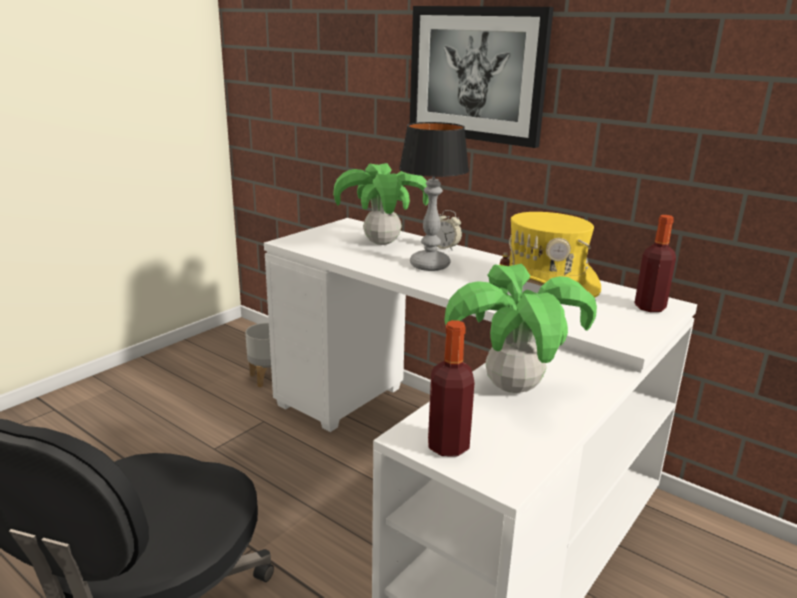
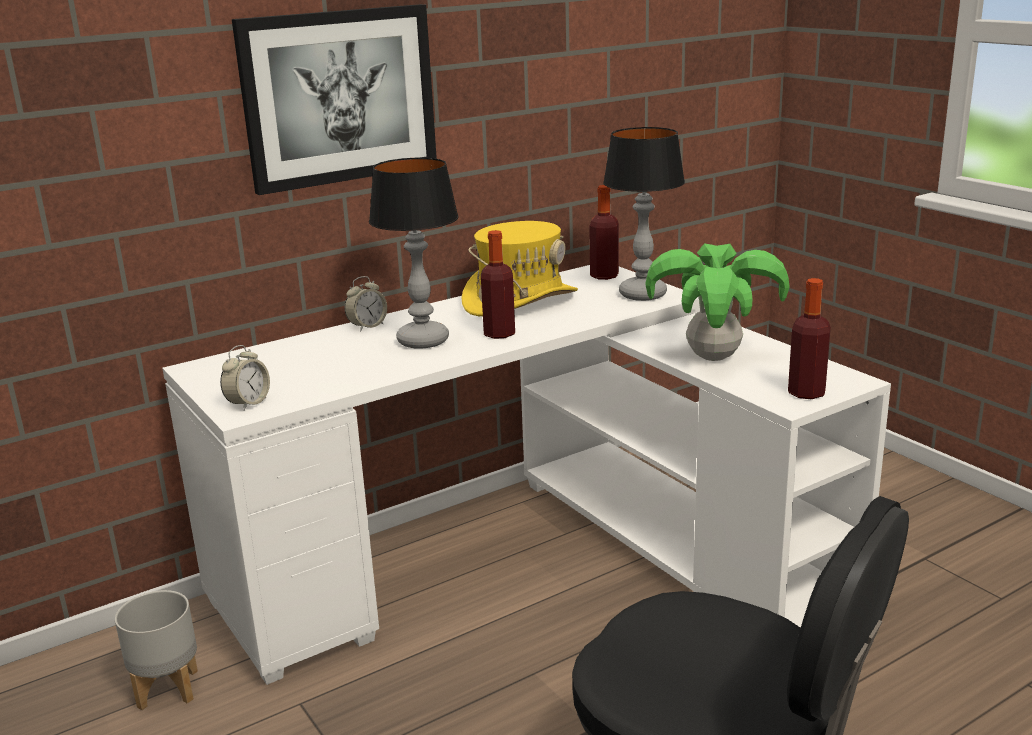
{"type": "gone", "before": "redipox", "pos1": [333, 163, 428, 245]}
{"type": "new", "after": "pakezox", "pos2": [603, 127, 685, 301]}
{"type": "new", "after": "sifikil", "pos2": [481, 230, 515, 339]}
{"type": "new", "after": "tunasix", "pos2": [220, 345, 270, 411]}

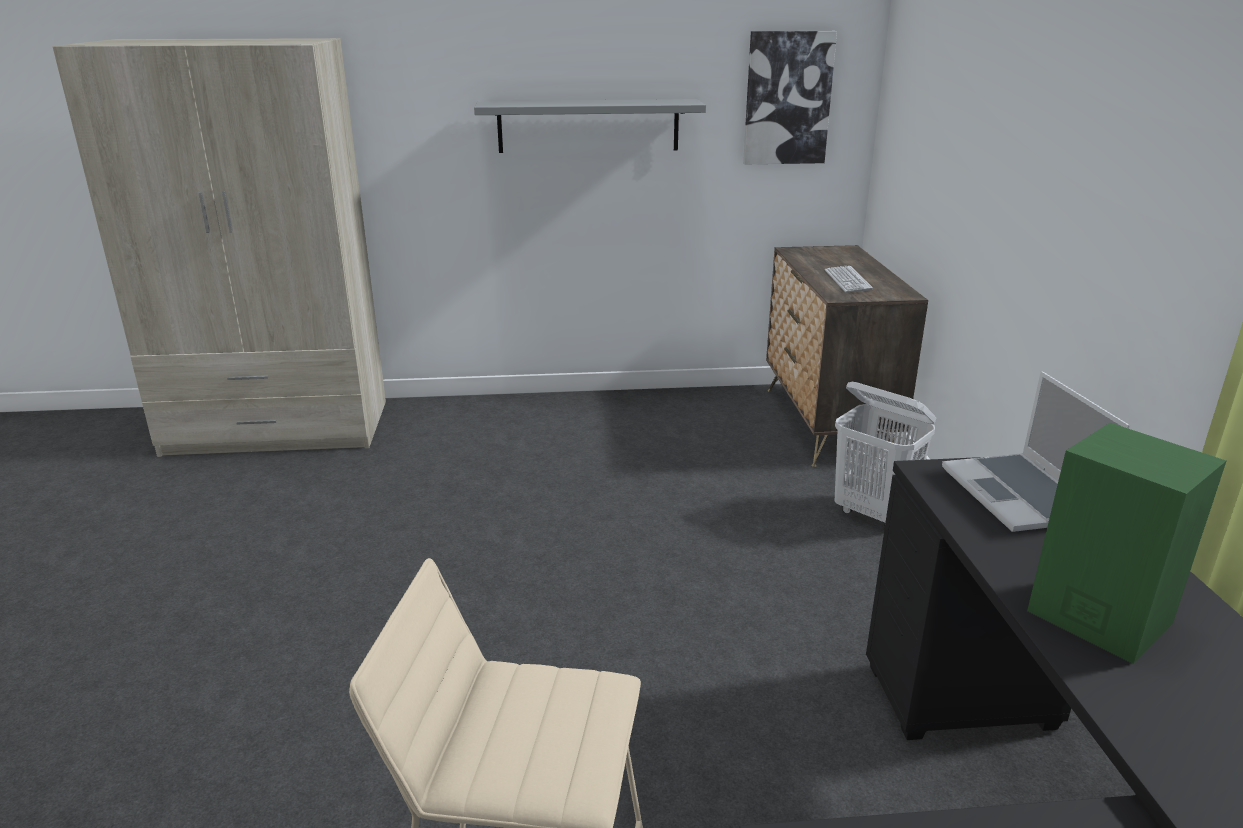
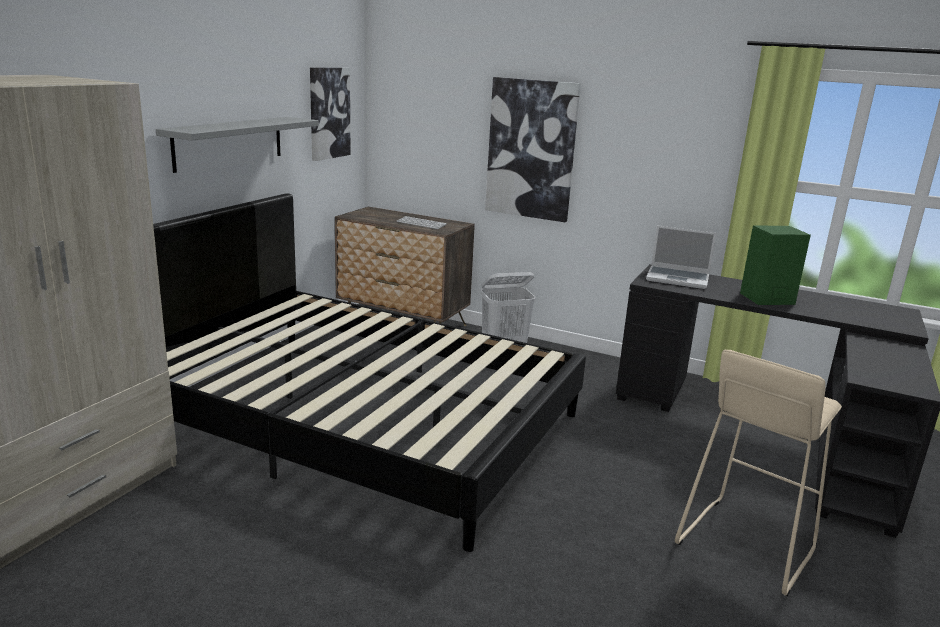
{"type": "new", "after": "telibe", "pos2": [485, 77, 581, 222]}
{"type": "new", "after": "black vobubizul", "pos2": [153, 193, 586, 552]}

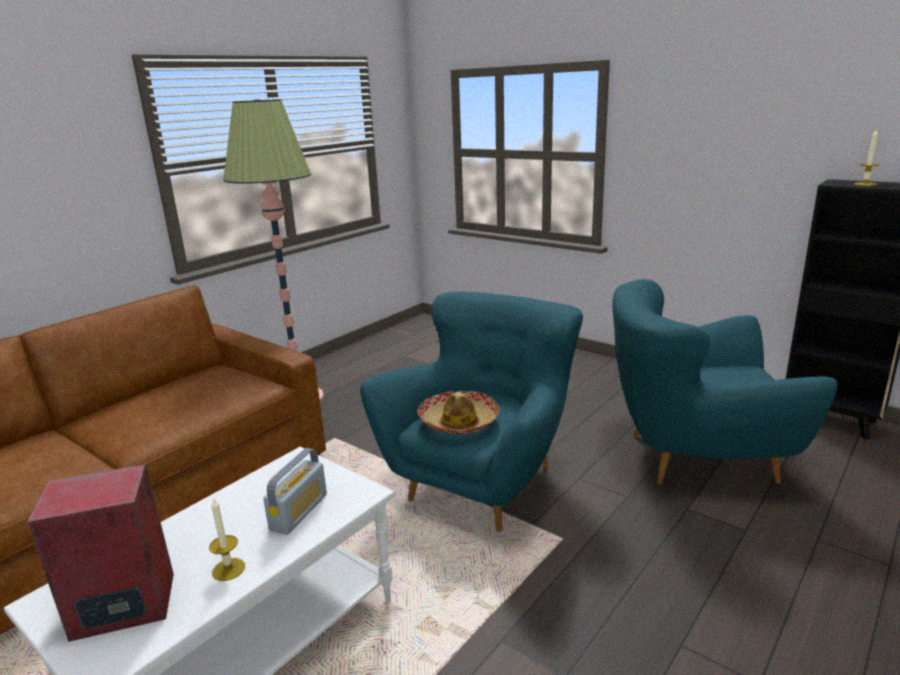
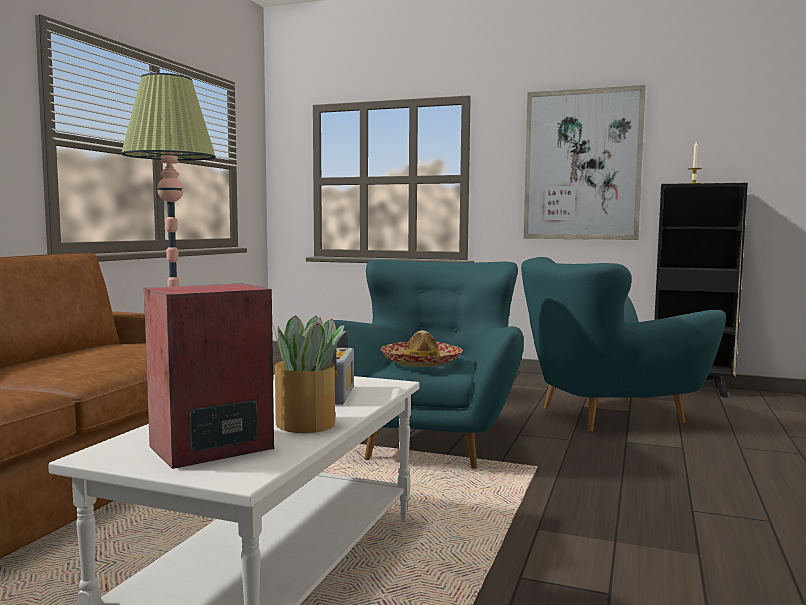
{"type": "swapped", "before": "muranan", "after": "redipox", "pos1": [209, 497, 245, 581], "pos2": [272, 315, 344, 433]}
{"type": "new", "after": "telibe", "pos2": [524, 85, 646, 240]}

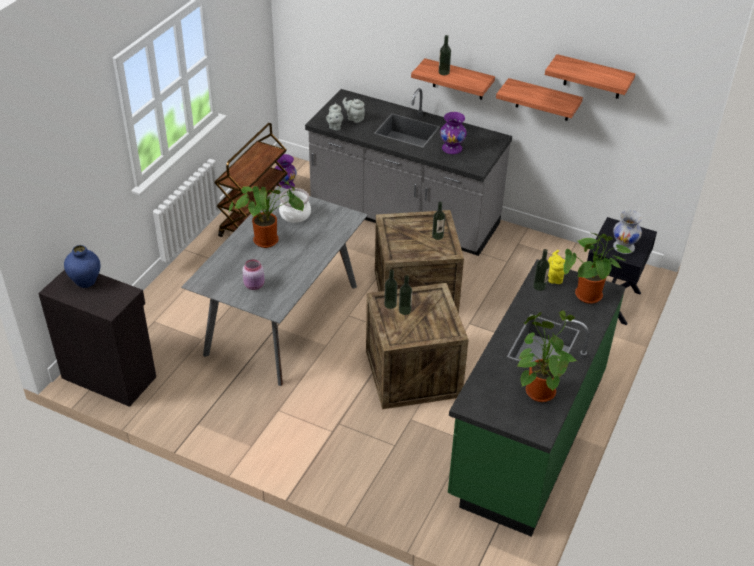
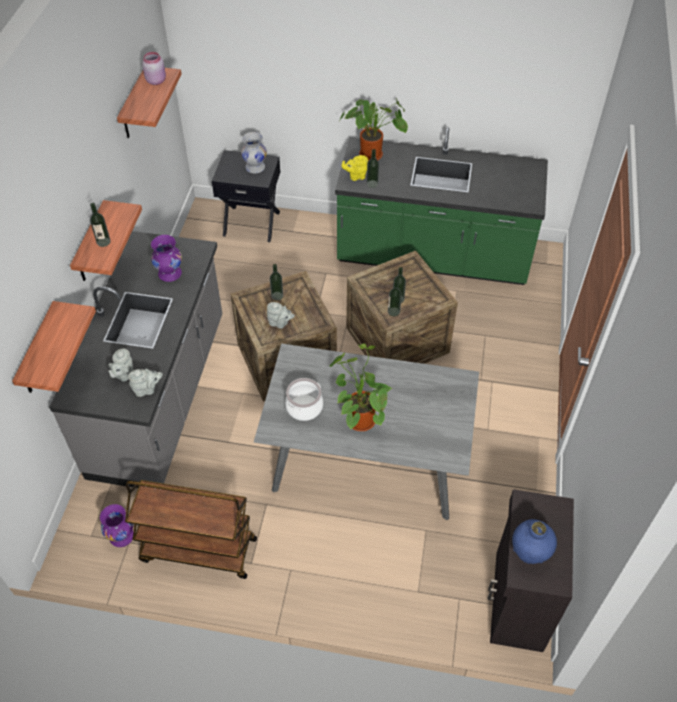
{"type": "shifted", "before": "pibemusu", "pos1": [496, 78, 583, 121], "pos2": [12, 301, 96, 393]}
{"type": "shifted", "before": "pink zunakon", "pos1": [242, 259, 265, 290], "pos2": [142, 52, 166, 85]}
{"type": "gone", "before": "redipox", "pos1": [518, 310, 577, 402]}
{"type": "new", "after": "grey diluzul", "pos2": [267, 302, 295, 329]}

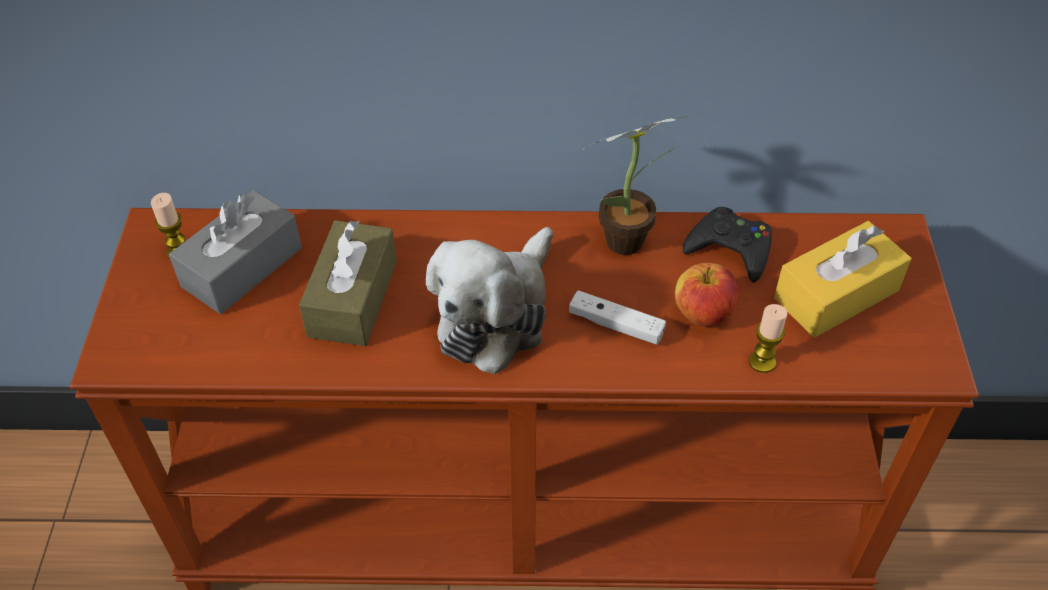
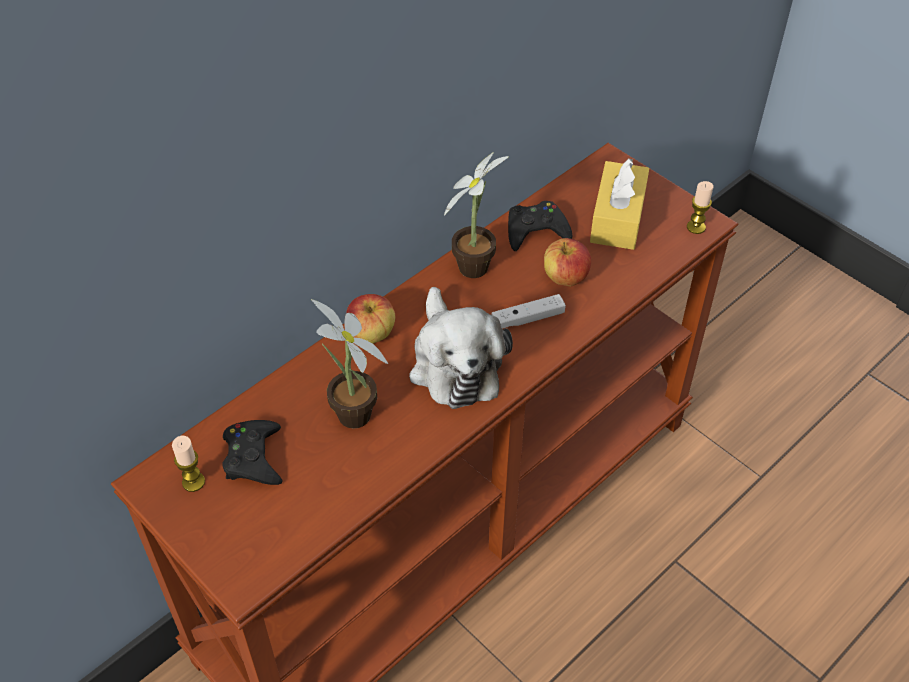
{"type": "swapped", "before": "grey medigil", "after": "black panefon", "pos1": [169, 190, 302, 314], "pos2": [222, 420, 282, 485]}
{"type": "swapped", "before": "brown medigil", "after": "redipox", "pos1": [299, 220, 397, 346], "pos2": [311, 299, 388, 429]}
{"type": "shifted", "before": "muranan", "pos1": [749, 304, 787, 373], "pos2": [687, 181, 714, 234]}
{"type": "new", "after": "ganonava", "pos2": [346, 294, 395, 343]}

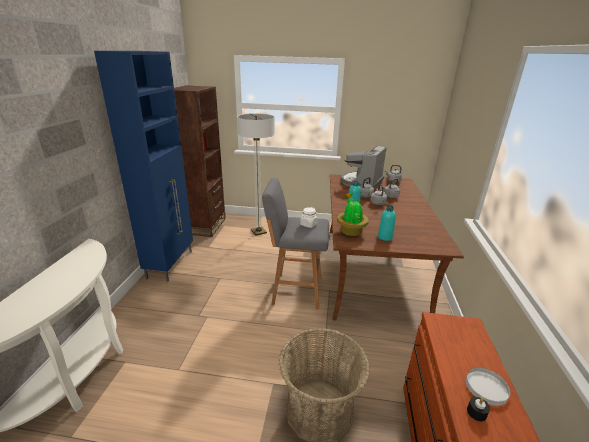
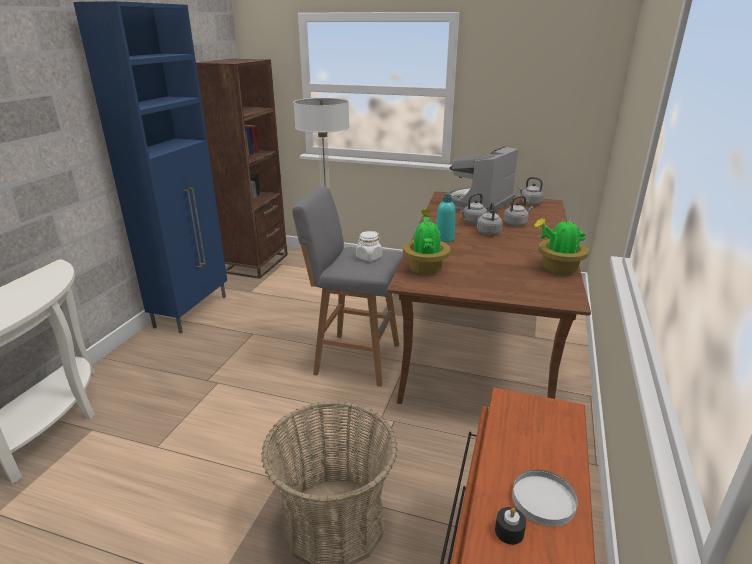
{"type": "gone", "before": "turquoise sifikil", "pos1": [378, 205, 396, 241]}
{"type": "new", "after": "redipox", "pos2": [534, 218, 589, 274]}

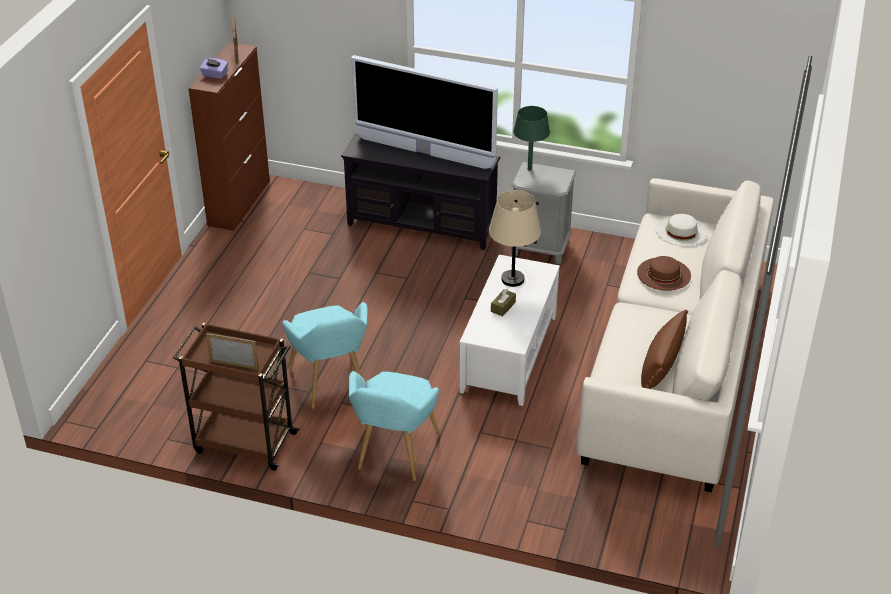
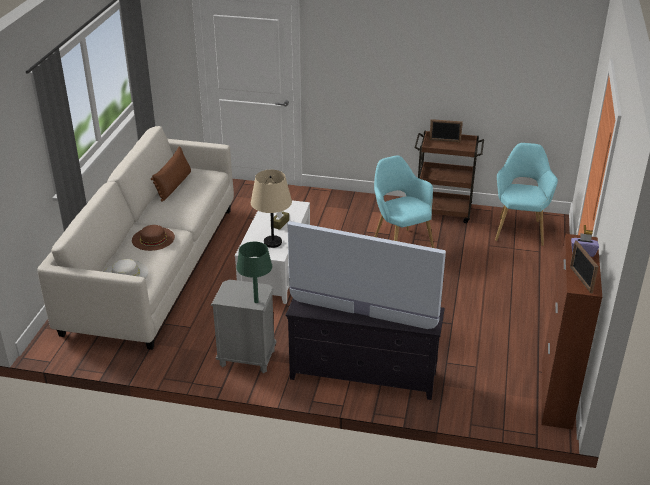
{"type": "shifted", "before": "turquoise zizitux", "pos1": [349, 371, 440, 481], "pos2": [495, 143, 558, 246]}

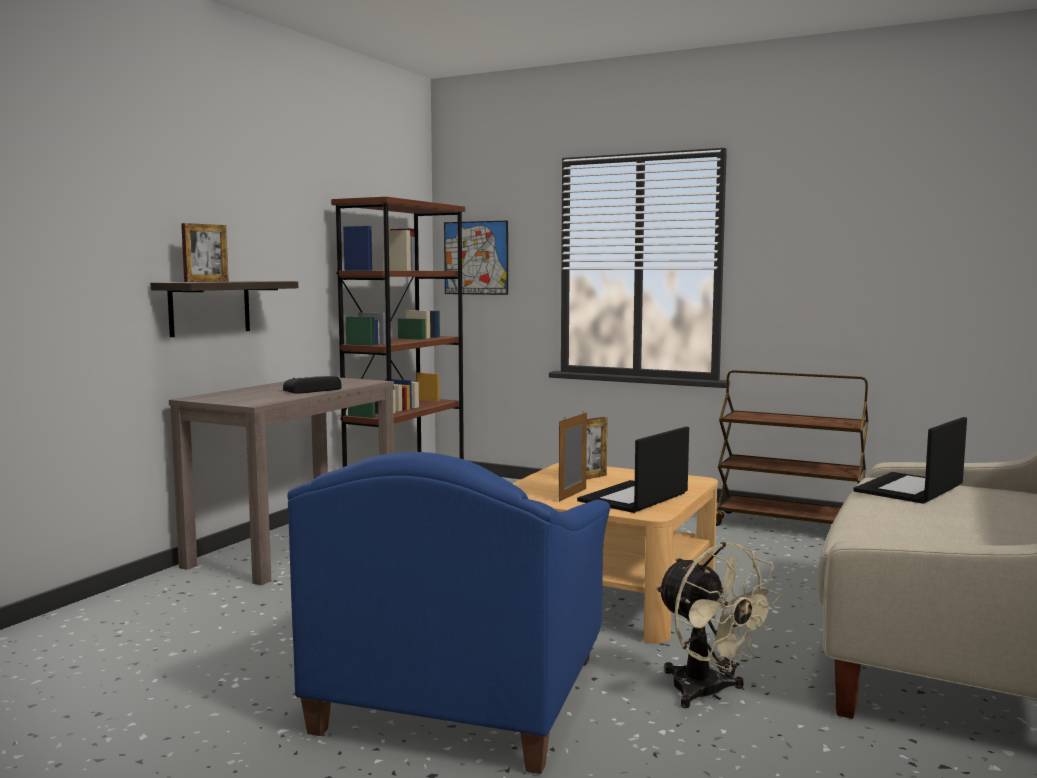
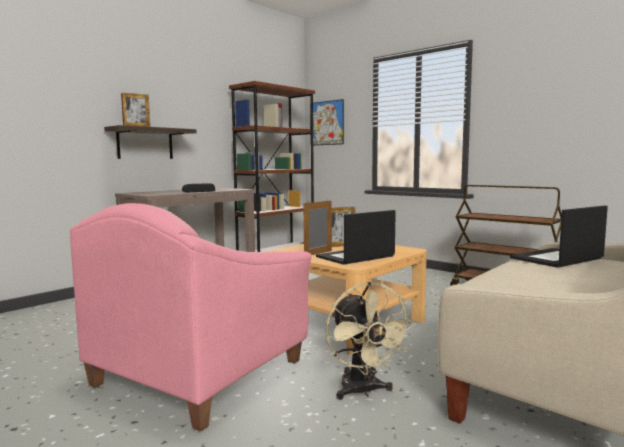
{"type": "repainted", "before": "blue zizitux", "after": "pink zizitux", "pos1": [287, 452, 610, 774], "pos2": [70, 203, 312, 432]}

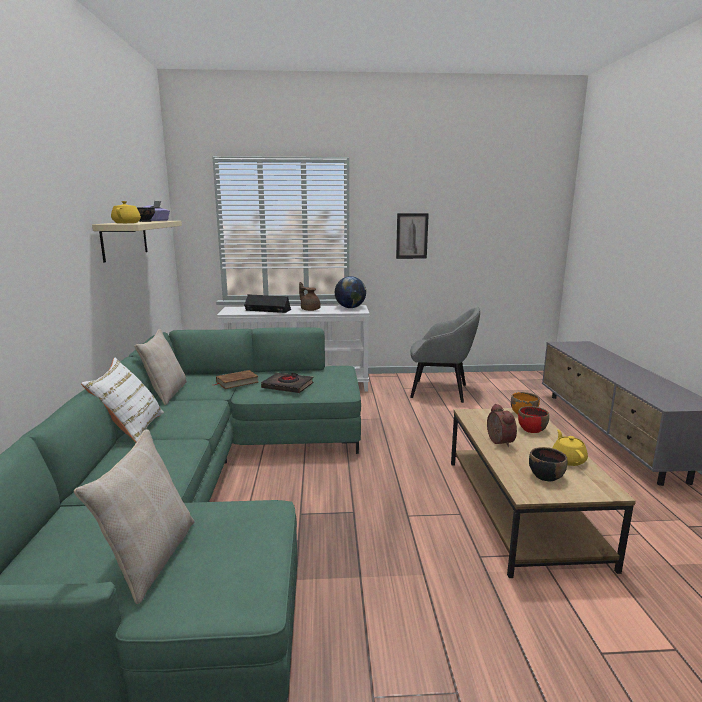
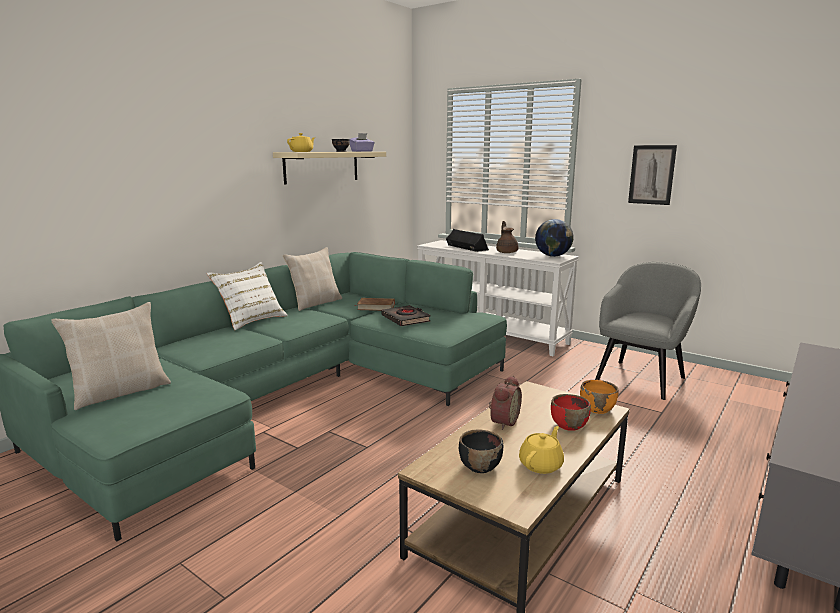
{"type": "rotated", "before": "grey zizitux", "pos1": [410, 307, 480, 403], "pos2": [595, 262, 701, 400], "turn": -105}

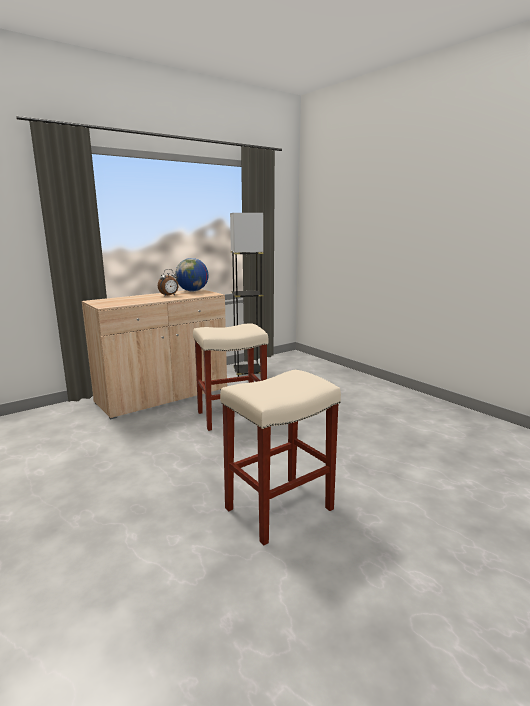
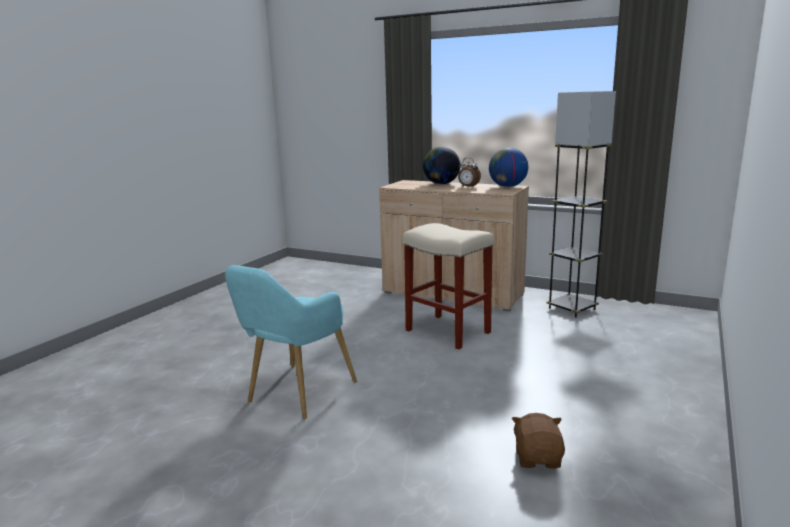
{"type": "swapped", "before": "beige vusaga", "after": "turquoise zizitux", "pos1": [220, 370, 341, 545], "pos2": [225, 265, 357, 419]}
{"type": "new", "after": "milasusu", "pos2": [423, 147, 460, 184]}
{"type": "new", "after": "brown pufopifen", "pos2": [512, 413, 565, 469]}

